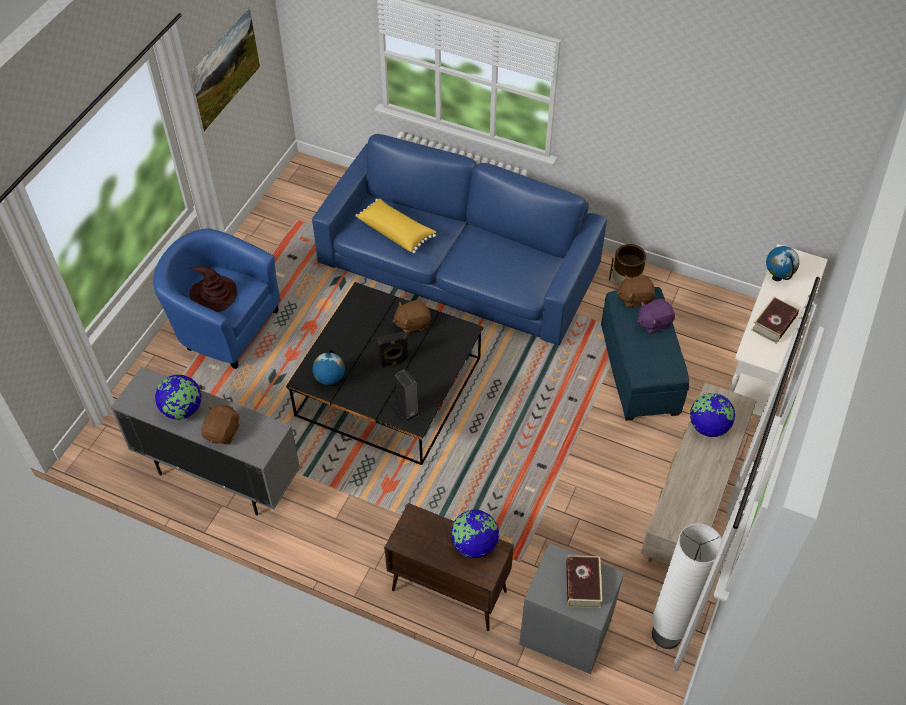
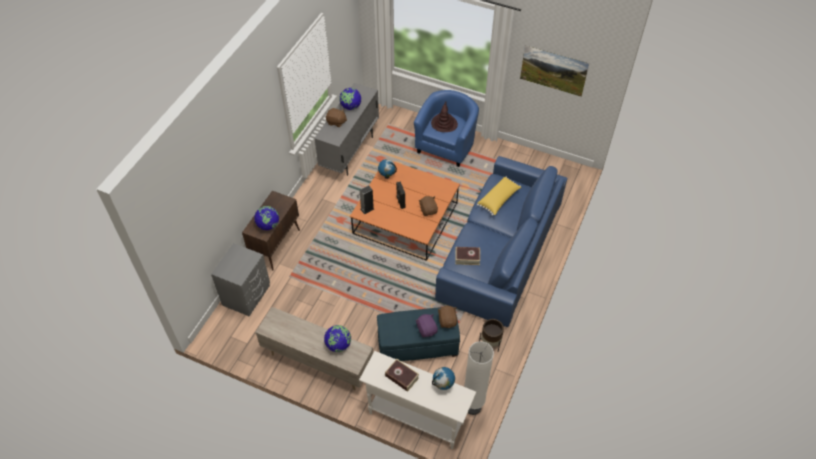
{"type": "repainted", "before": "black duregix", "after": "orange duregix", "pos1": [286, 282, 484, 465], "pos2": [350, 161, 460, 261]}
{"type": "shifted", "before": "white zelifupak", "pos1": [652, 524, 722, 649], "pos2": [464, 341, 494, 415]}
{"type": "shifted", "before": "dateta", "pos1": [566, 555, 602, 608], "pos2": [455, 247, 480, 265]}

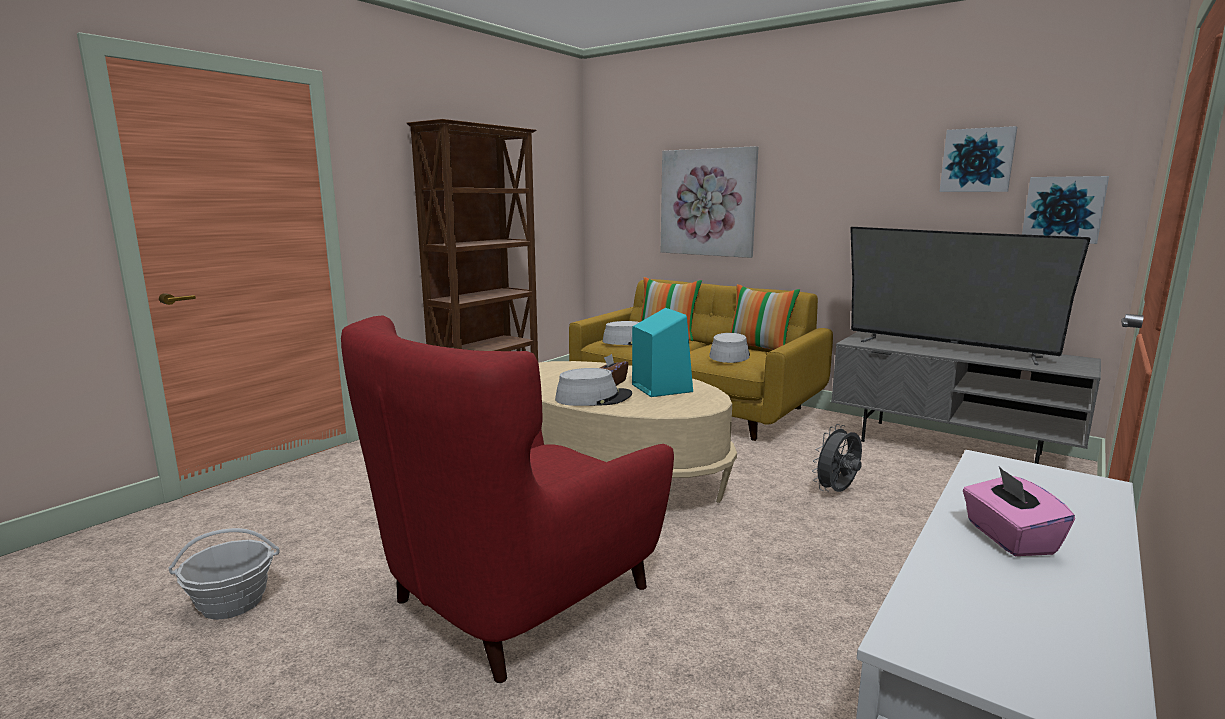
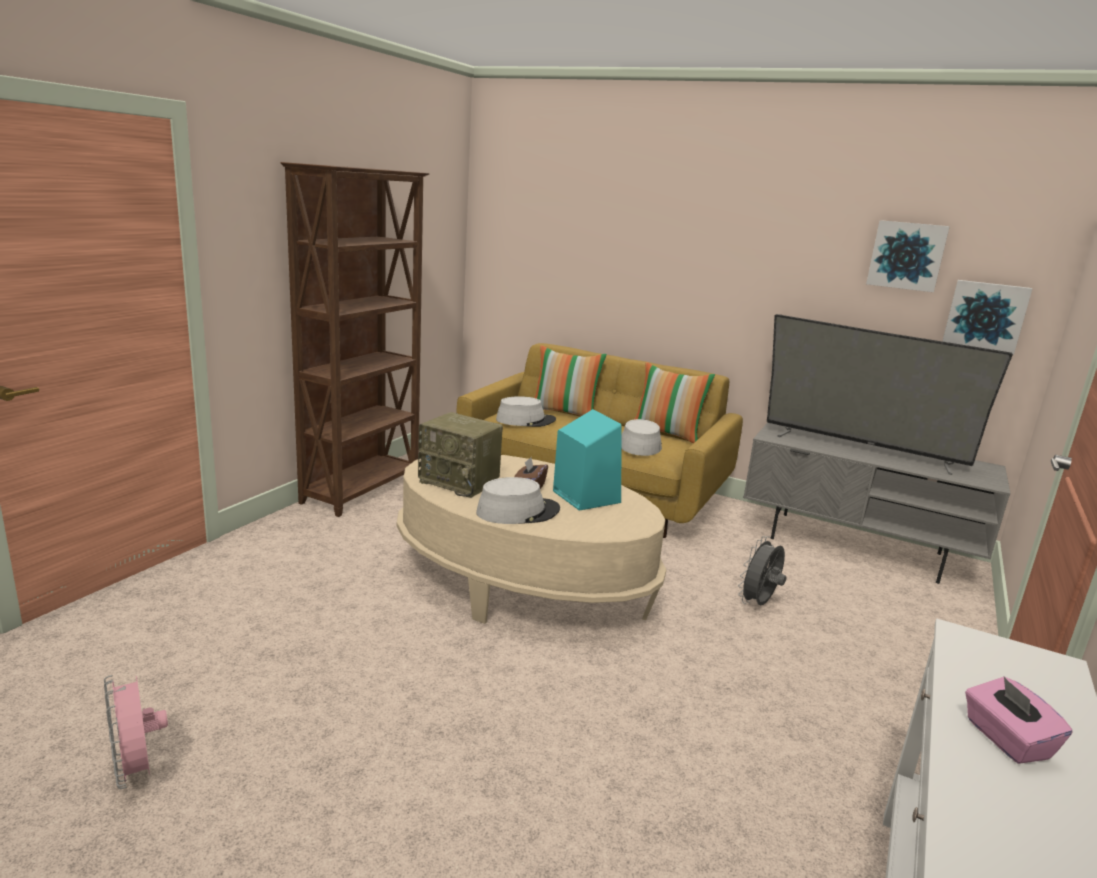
{"type": "gone", "before": "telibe", "pos1": [661, 146, 758, 258]}
{"type": "gone", "before": "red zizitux", "pos1": [341, 315, 674, 683]}
{"type": "swapped", "before": "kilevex", "after": "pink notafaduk", "pos1": [168, 528, 279, 620], "pos2": [104, 675, 168, 789]}
{"type": "new", "after": "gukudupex", "pos2": [418, 412, 503, 498]}

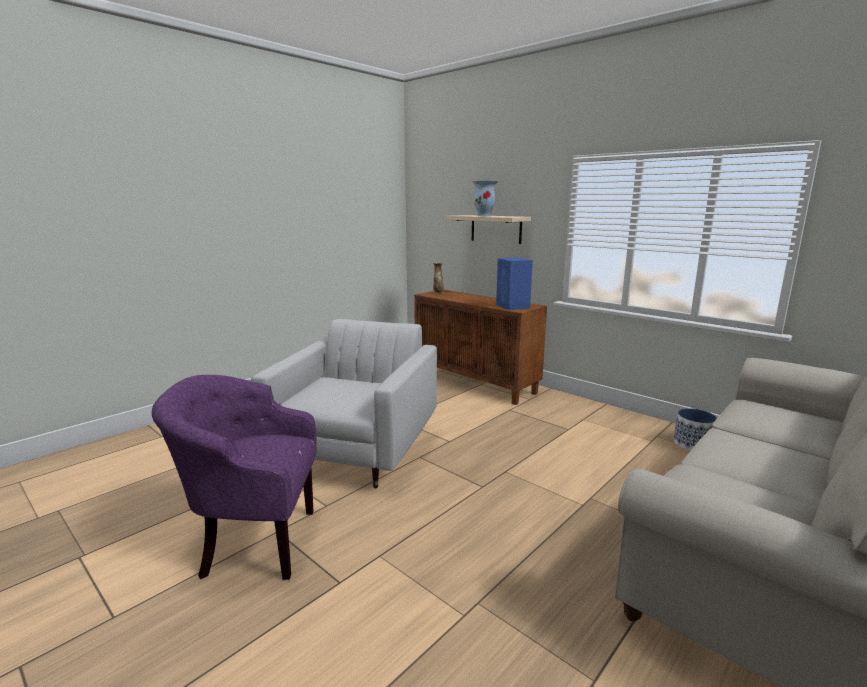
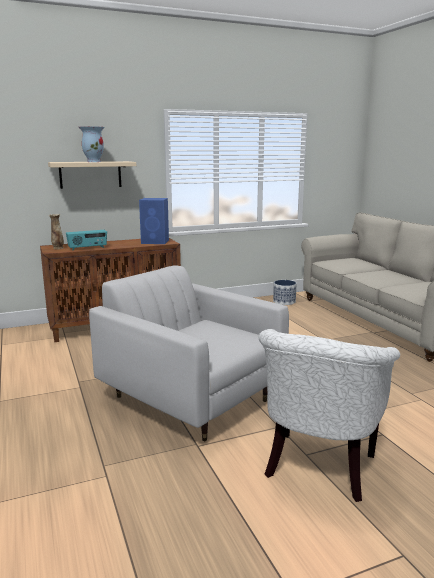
{"type": "repainted", "before": "purple zizitux", "after": "white zizitux", "pos1": [152, 375, 317, 580], "pos2": [259, 329, 400, 502]}
{"type": "new", "after": "gukudupex", "pos2": [66, 230, 107, 250]}

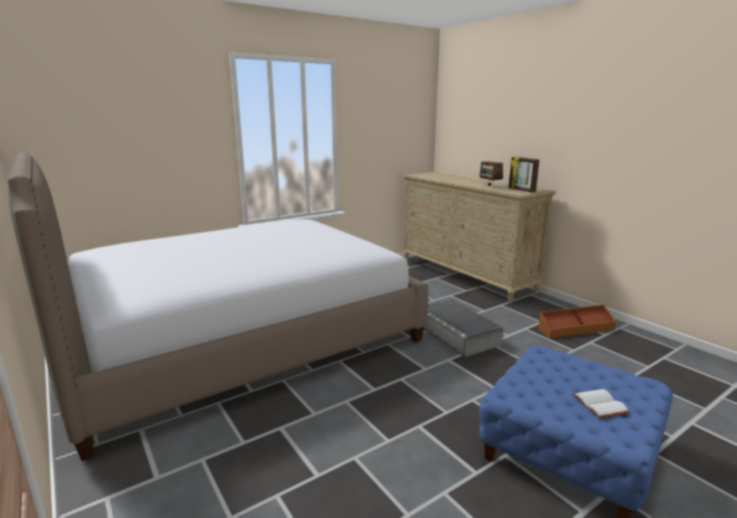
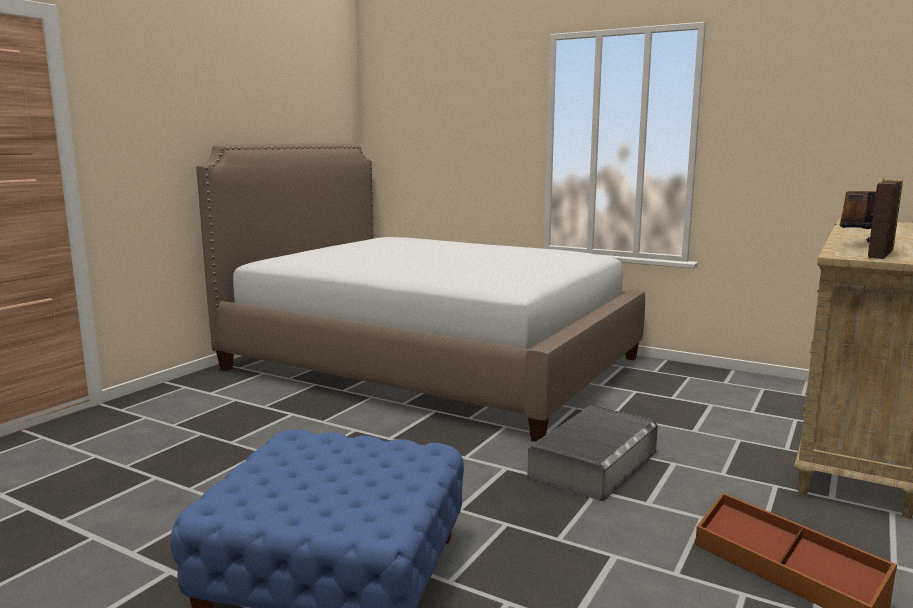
{"type": "gone", "before": "white dateta", "pos1": [572, 389, 630, 419]}

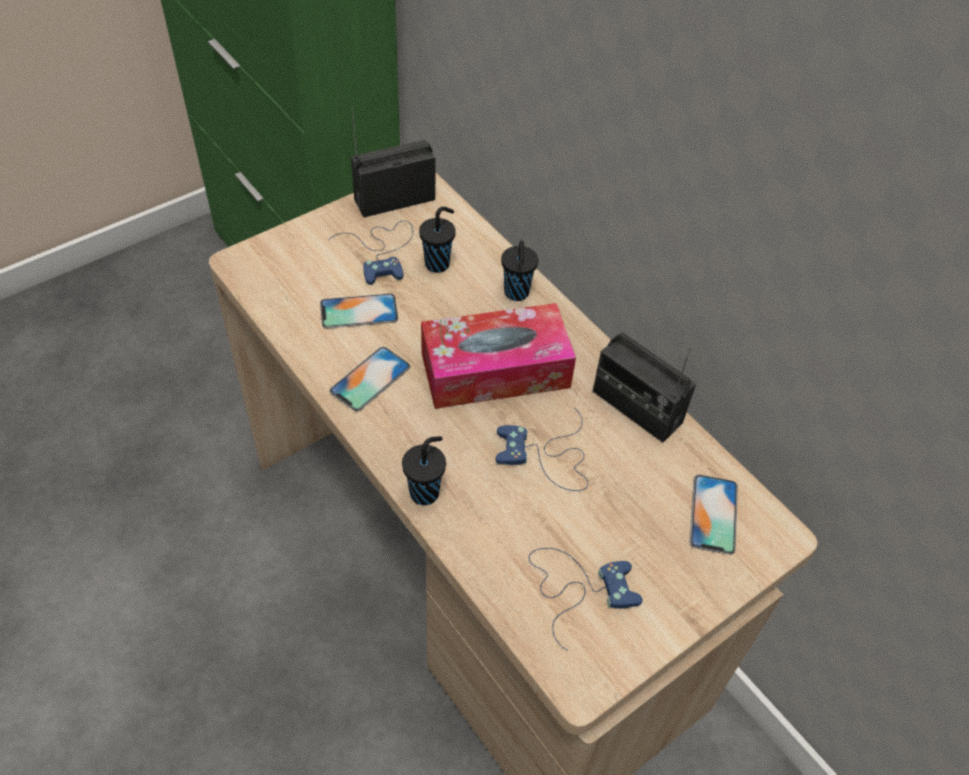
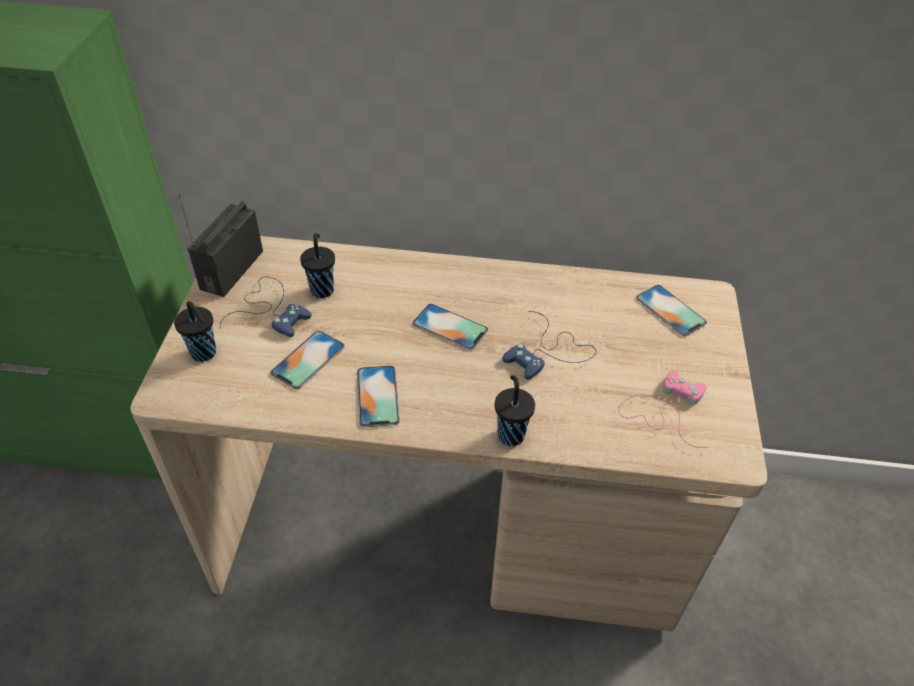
{"type": "shifted", "before": "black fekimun", "pos1": [501, 240, 538, 301], "pos2": [174, 301, 216, 362]}
{"type": "swapped", "before": "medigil", "after": "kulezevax", "pos1": [421, 303, 576, 409], "pos2": [412, 304, 488, 350]}
{"type": "gone", "before": "gukudupex", "pos1": [593, 332, 696, 443]}
{"type": "repainted", "before": "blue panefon", "after": "pink panefon", "pos1": [529, 548, 643, 650], "pos2": [619, 370, 709, 448]}

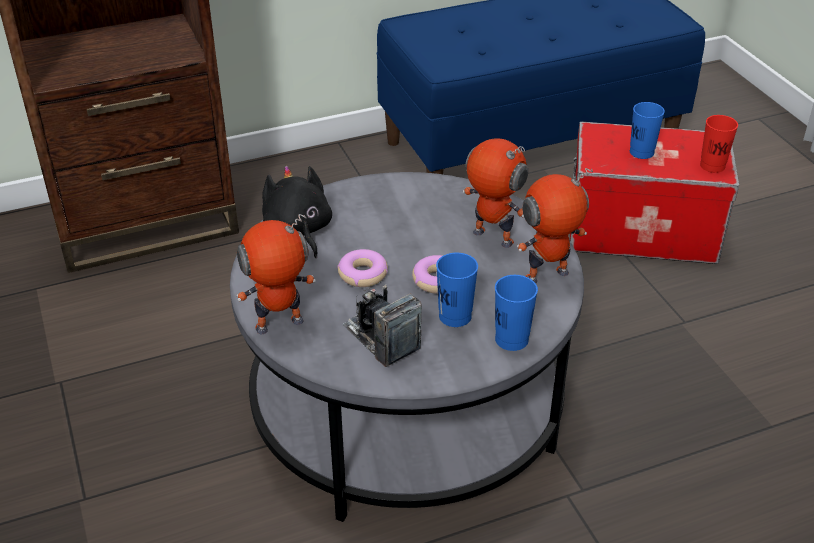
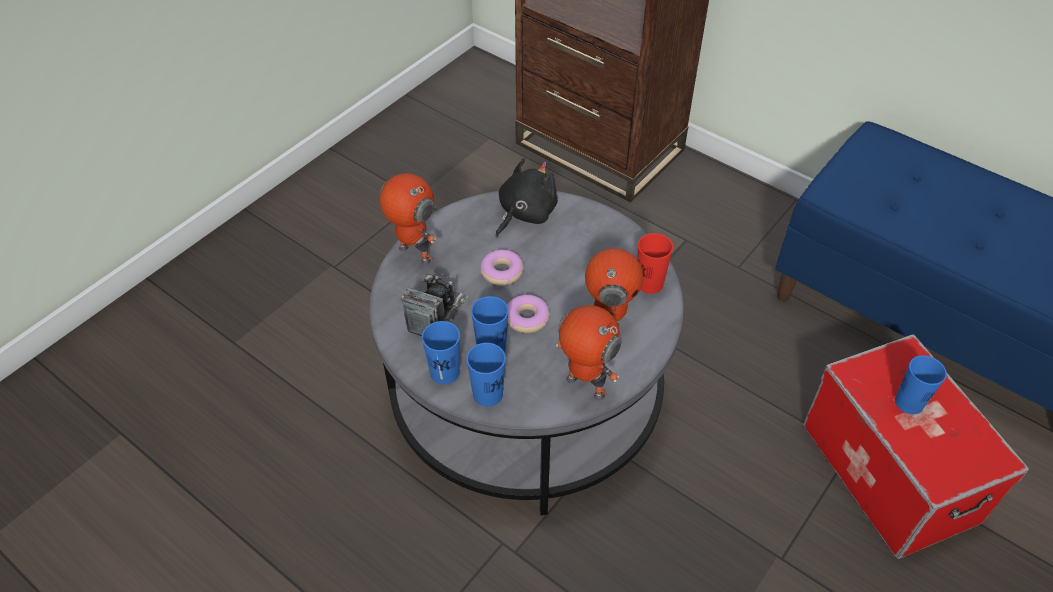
{"type": "shifted", "before": "red fekimun", "pos1": [700, 115, 738, 173], "pos2": [637, 233, 673, 294]}
{"type": "new", "after": "blue fekimun", "pos2": [422, 321, 460, 384]}

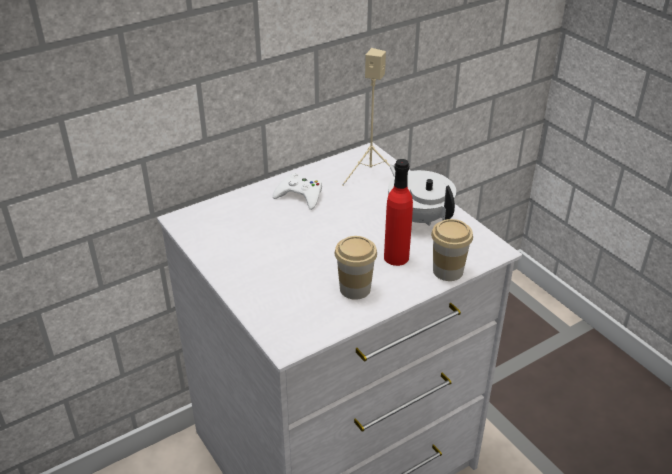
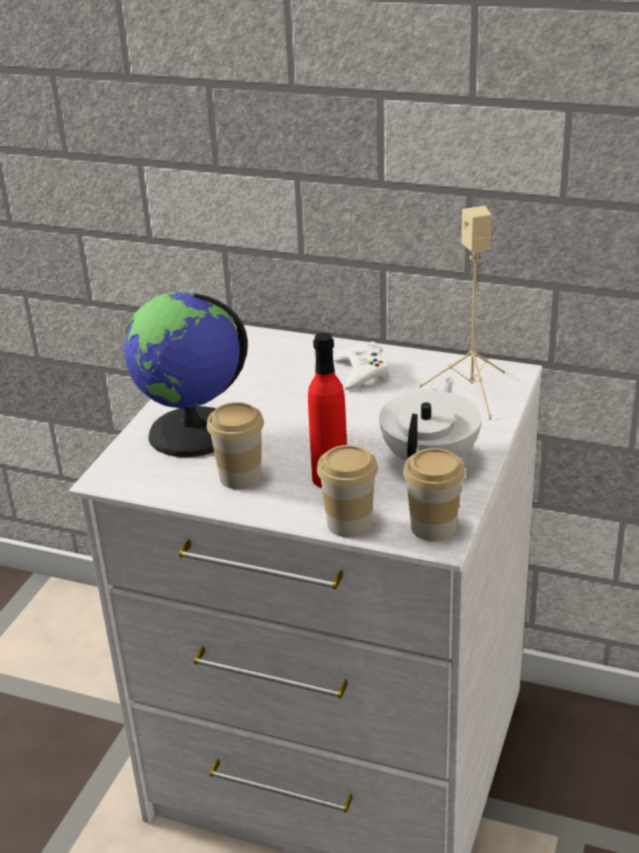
{"type": "new", "after": "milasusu", "pos2": [124, 292, 248, 457]}
{"type": "new", "after": "fekimun", "pos2": [403, 448, 465, 541]}

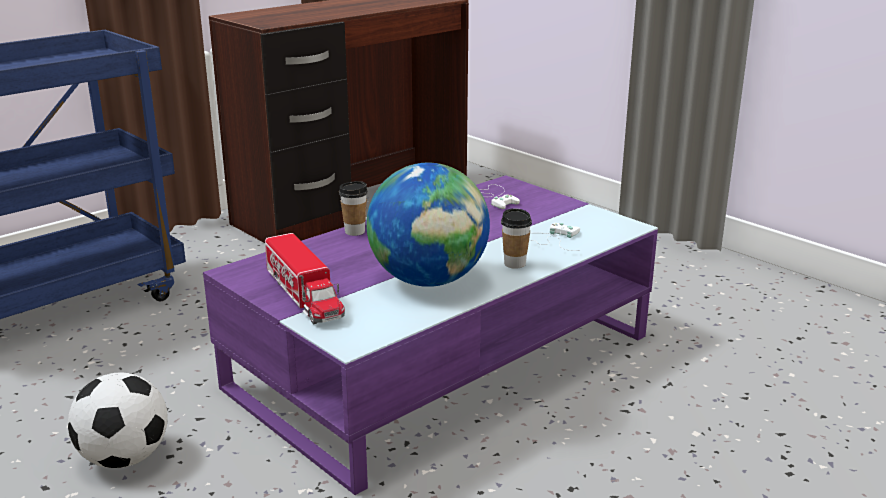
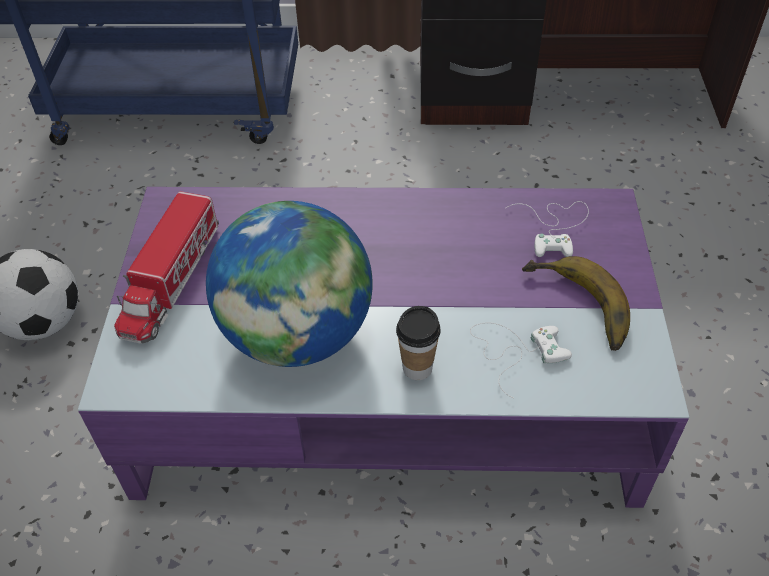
{"type": "gone", "before": "fekimun", "pos1": [339, 181, 368, 236]}
{"type": "new", "after": "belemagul", "pos2": [522, 256, 630, 351]}

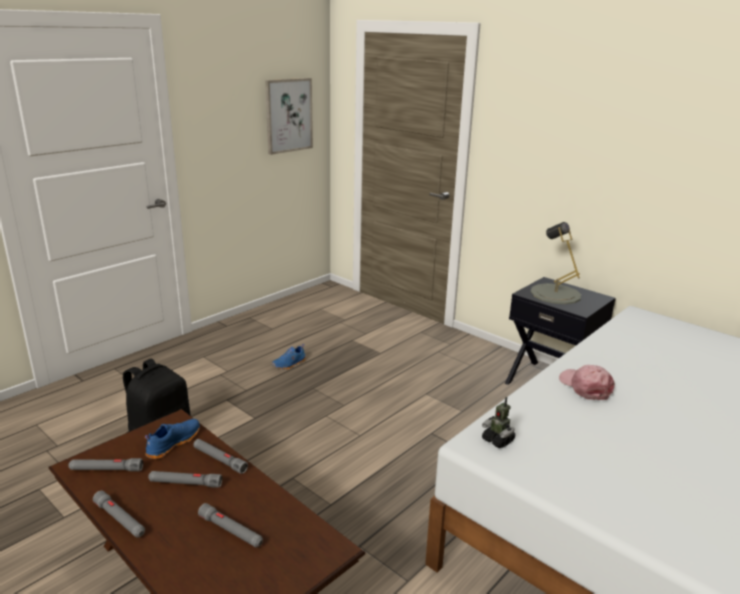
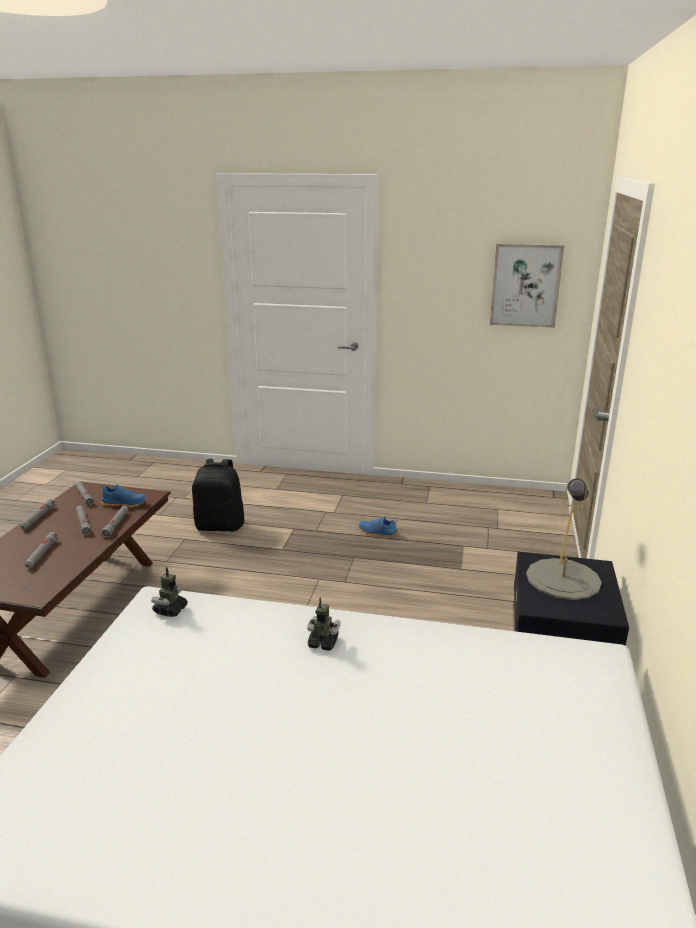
{"type": "swapped", "before": "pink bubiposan", "after": "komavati", "pos1": [559, 365, 615, 400], "pos2": [307, 597, 341, 651]}

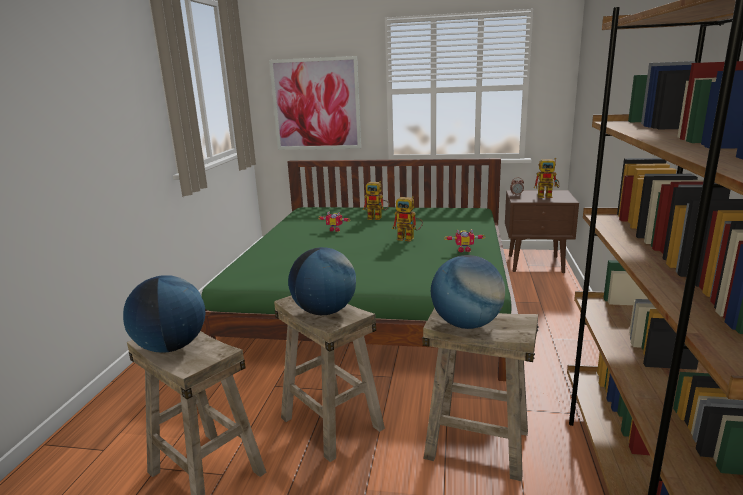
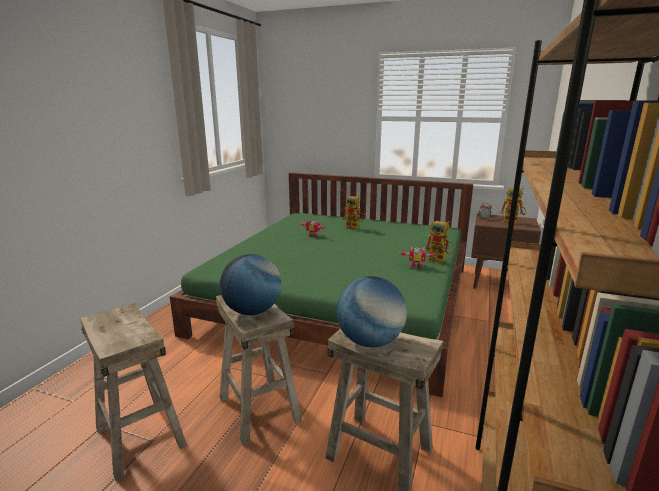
{"type": "gone", "before": "telibe", "pos1": [269, 56, 361, 150]}
{"type": "shifted", "before": "komavati", "pos1": [392, 196, 423, 241], "pos2": [425, 221, 455, 264]}
{"type": "gone", "before": "milasusu", "pos1": [123, 275, 206, 353]}

